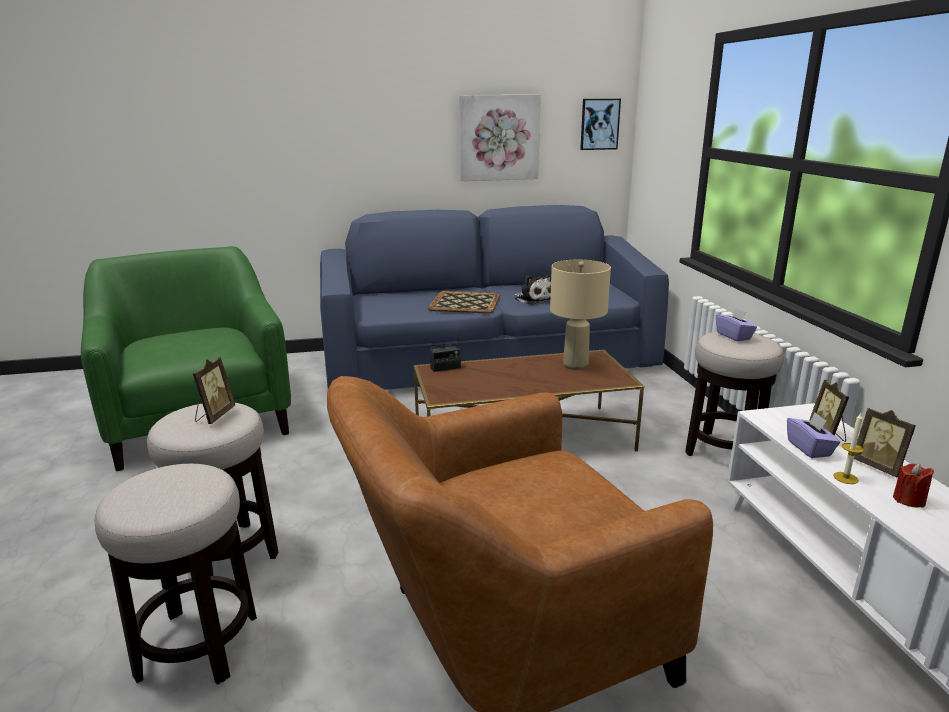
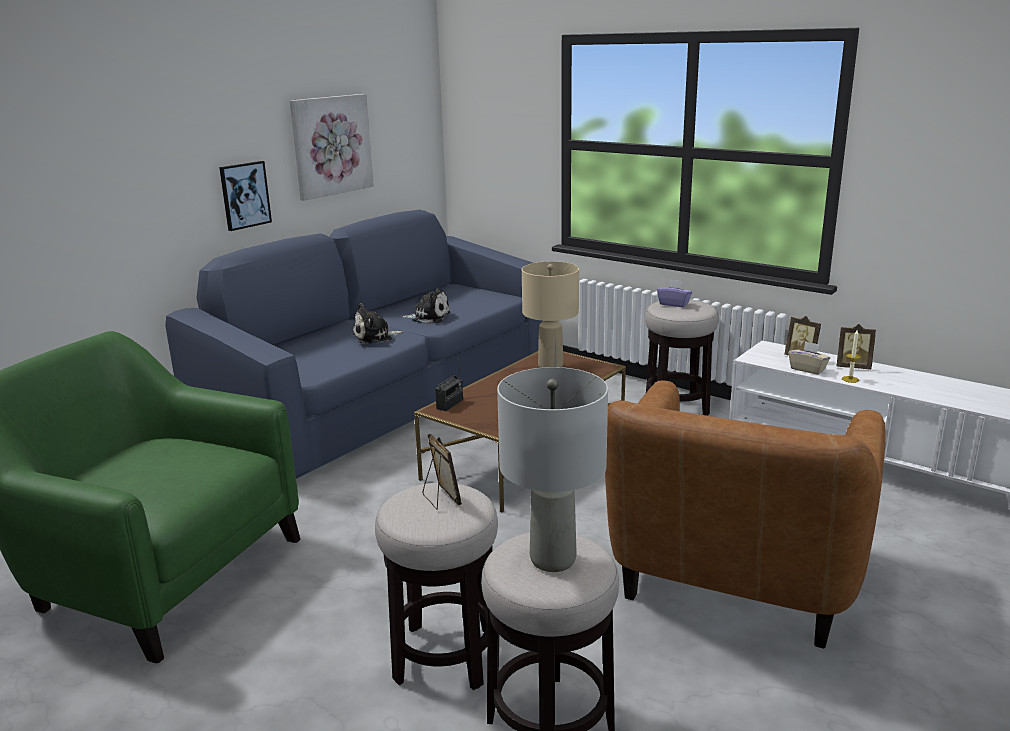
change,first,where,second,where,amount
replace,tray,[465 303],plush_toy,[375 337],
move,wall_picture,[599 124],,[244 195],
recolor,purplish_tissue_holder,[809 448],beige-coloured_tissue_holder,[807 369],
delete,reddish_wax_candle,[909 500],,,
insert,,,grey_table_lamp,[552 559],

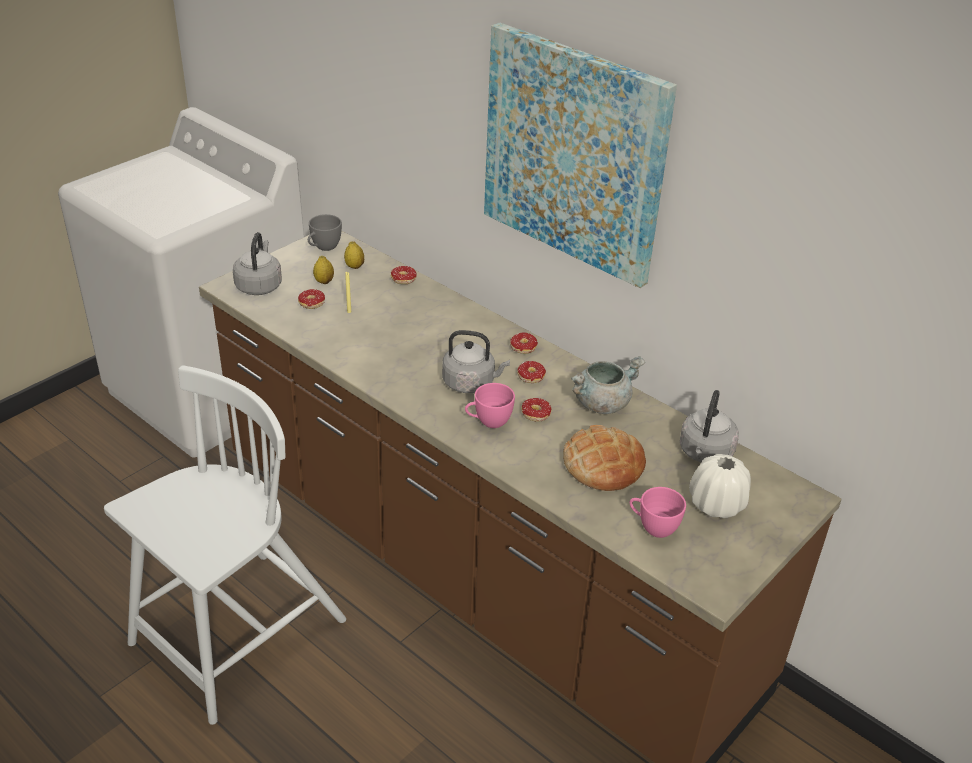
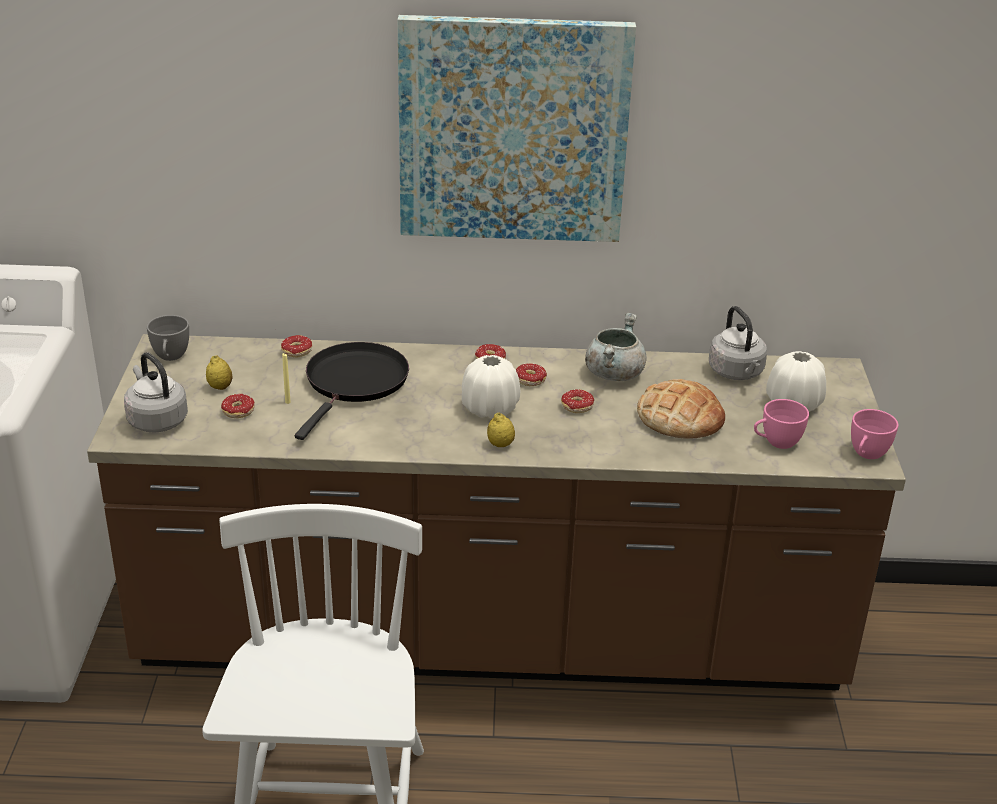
change,first,where,second,where,amount
move,lemon,[354 266],,[500 445],
replace,grey_water_kettle,[471 383],whitish_decorative_vase,[490 408],
move,pink-coloured_drinking_cup,[488 422],,[866 455],
insert,,,blackish_pan,[354 383],

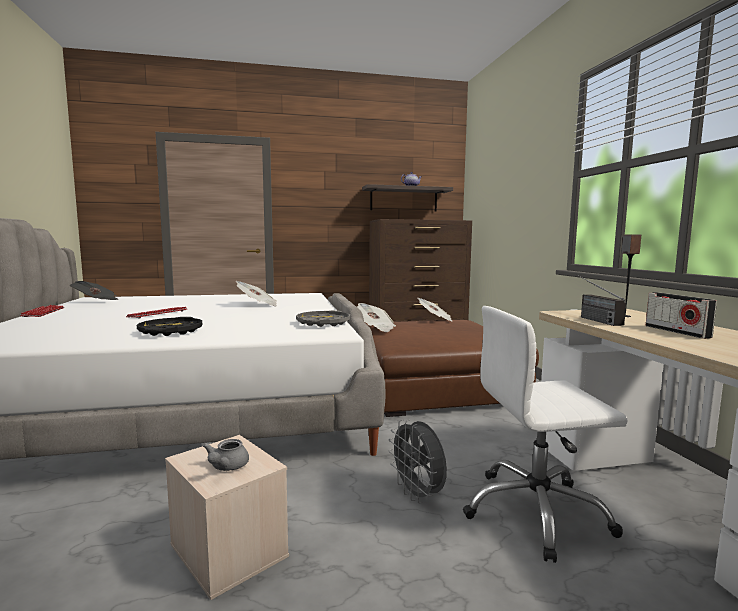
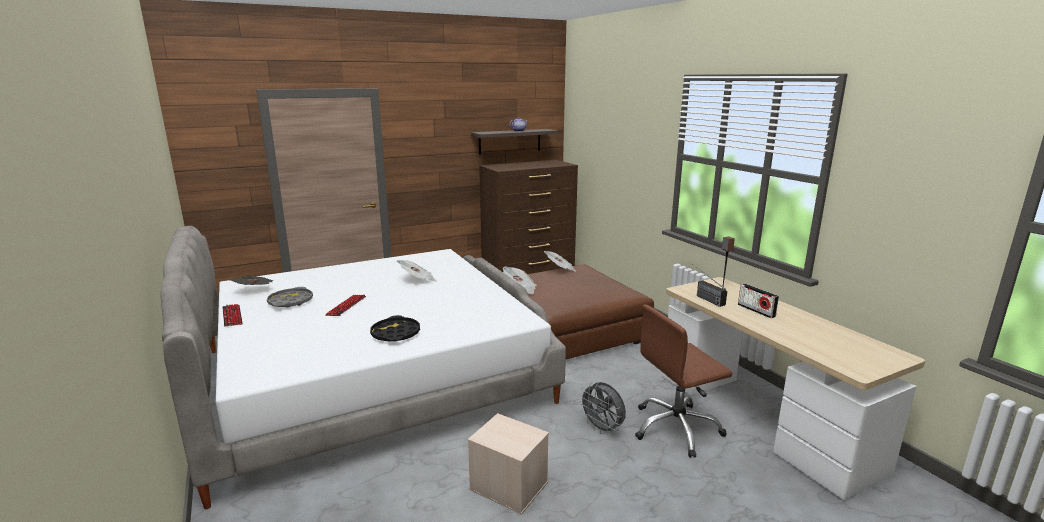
change,first,where,second,where,amount
delete,grey_teapot,[226 467],,,
move,grey_tray,[323 323],,[290 301],
recolor,whitish_office_chair,[536 512],brown-coloured_office_chair,[676 428],

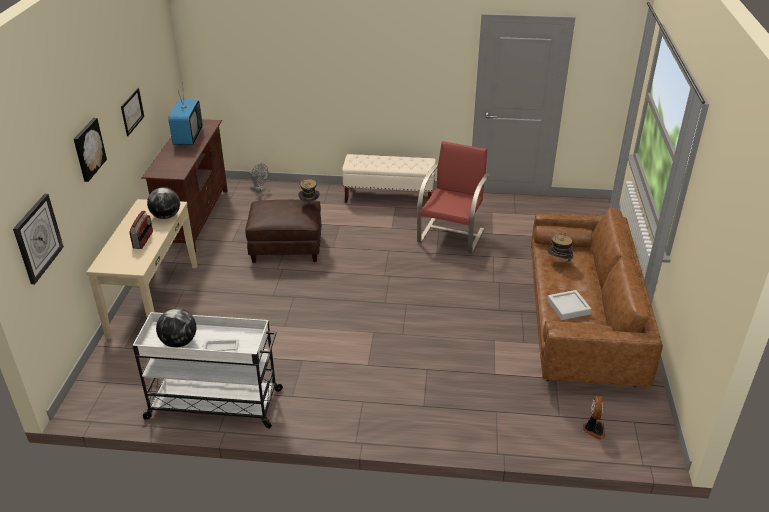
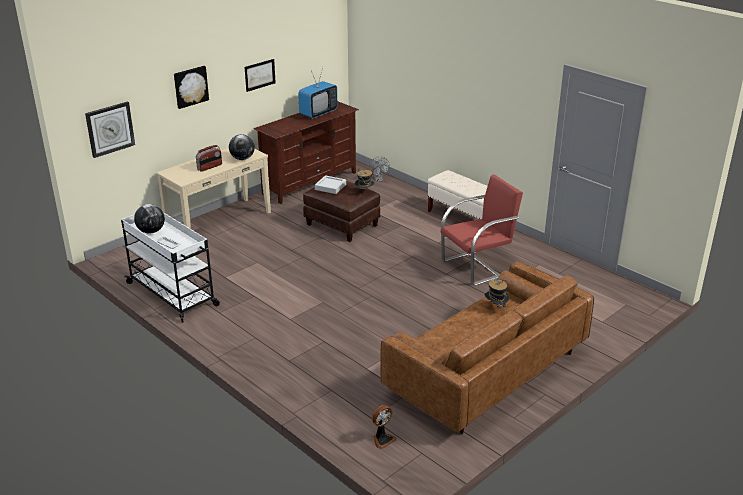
change,first,where,second,where,amount
move,grey_tray,[568 307],,[330 187],

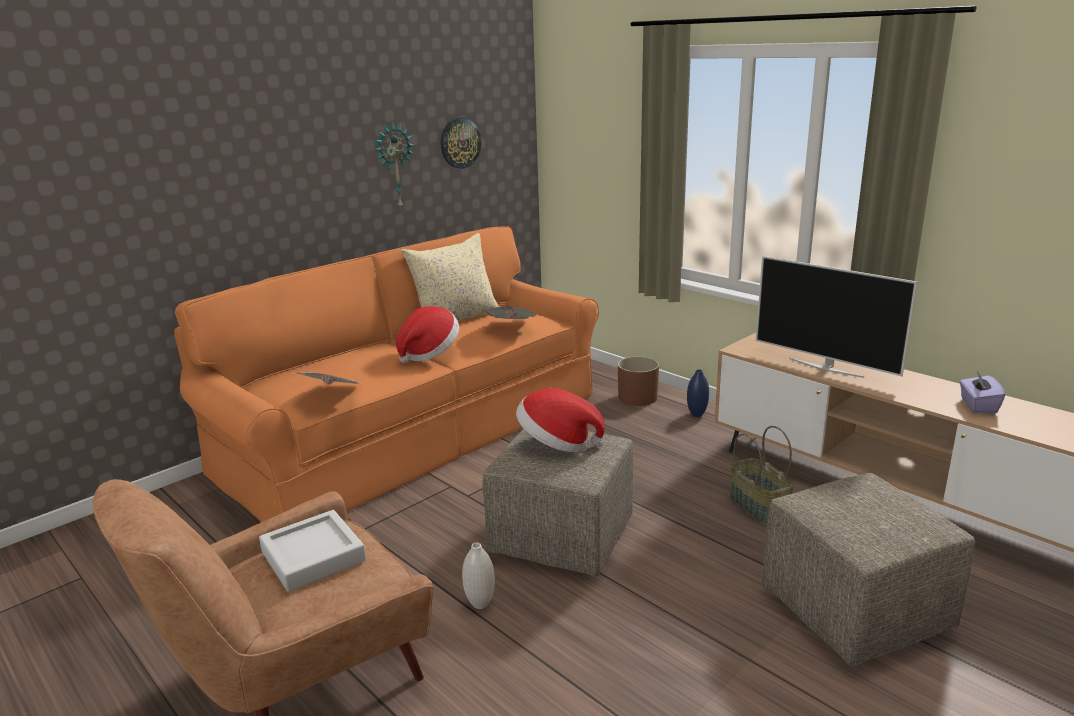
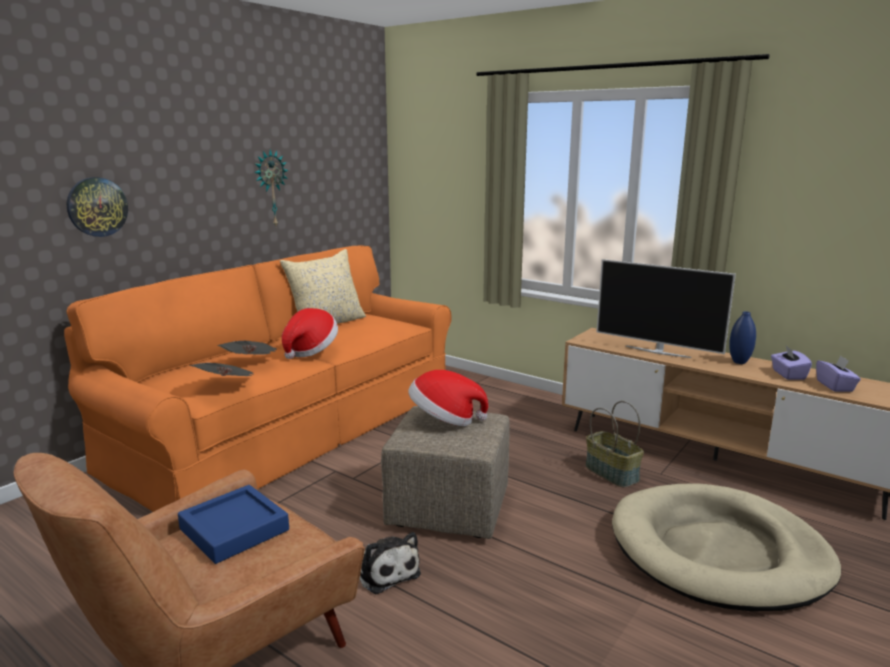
change,first,where,second,where,amount
recolor,grey_tray,[313 556],bluish_tray,[234 529],
move,clock_on_the_wall,[460 143],,[97 207],
replace,whitish_decorative_vase,[480 604],plush_toy,[386 571],
move,printed_paper,[511 327],,[251 363],
delete,brown-coloured_plant_pot,[638 397],,,
move,bluish_decorative_vase,[697 414],,[739 362],
replace,beige-coloured_ottoman,[857 611],beige-coloured_dog_bed,[718 552],
insert,,,purplish_tissue_holder,[835 386],

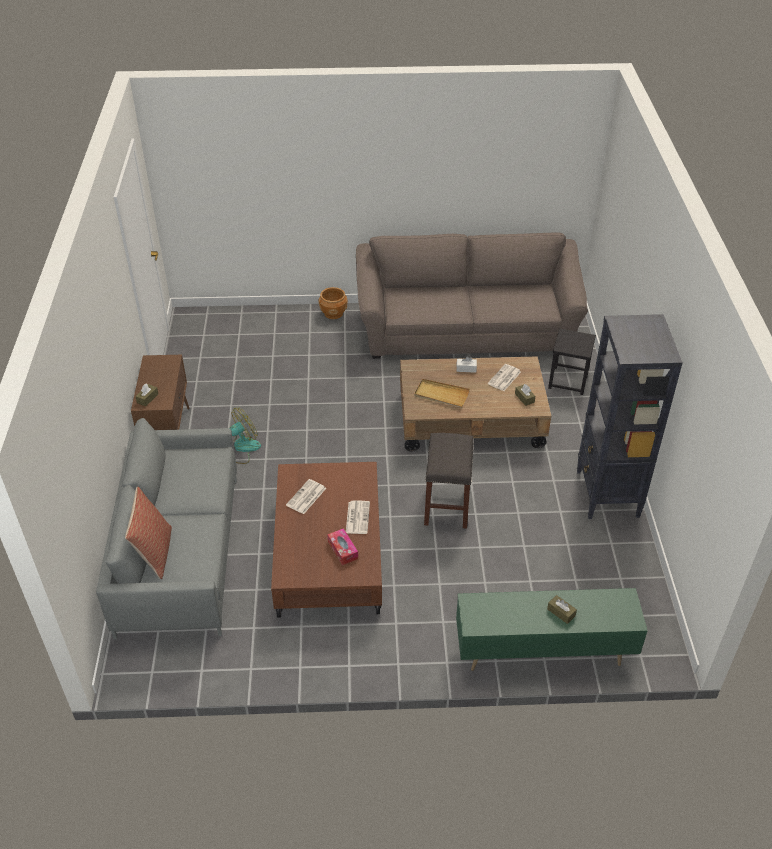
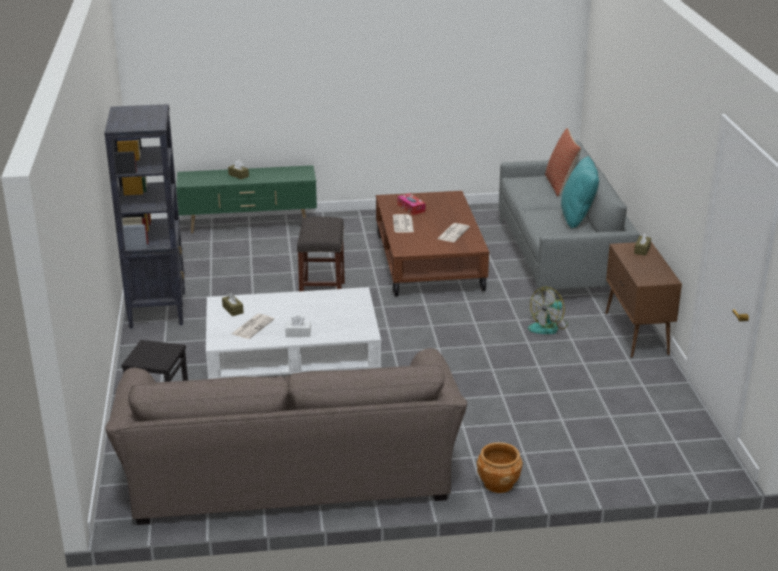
change,first,where,second,where,amount
recolor,brown-coloured_coffee_table,[470 419],whitish_coffee_table,[293 363],
delete,beige-coloured_tray,[441 395],,,
insert,,,turquoise_pillow,[577 217],

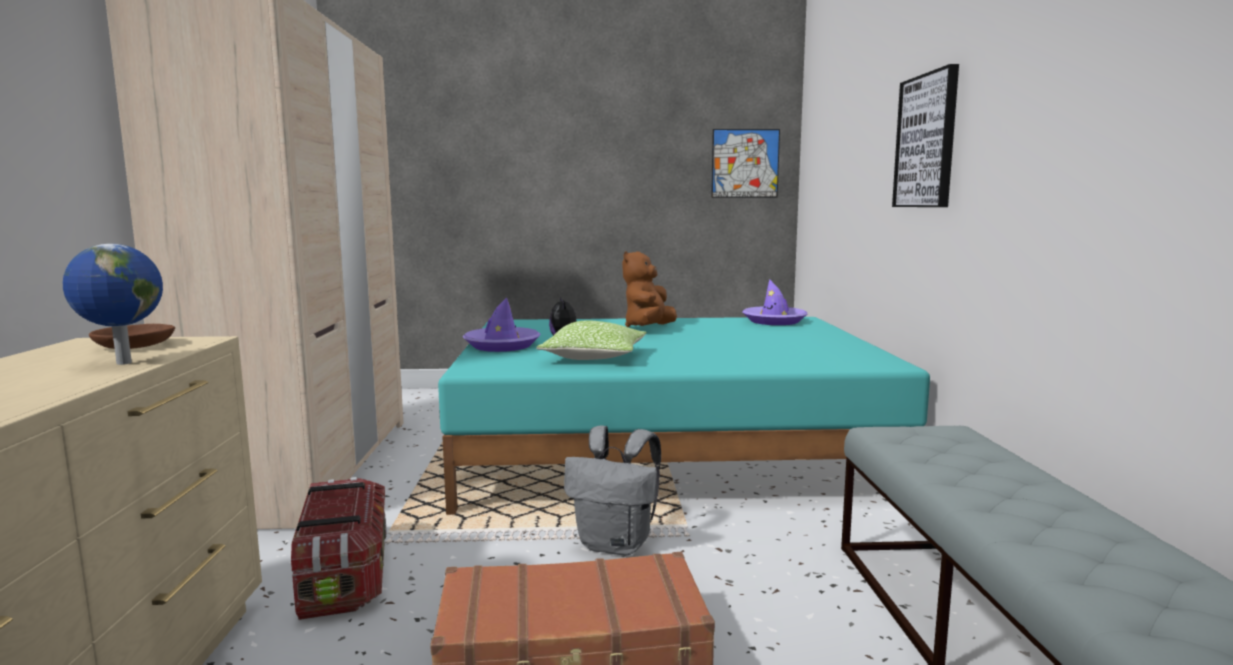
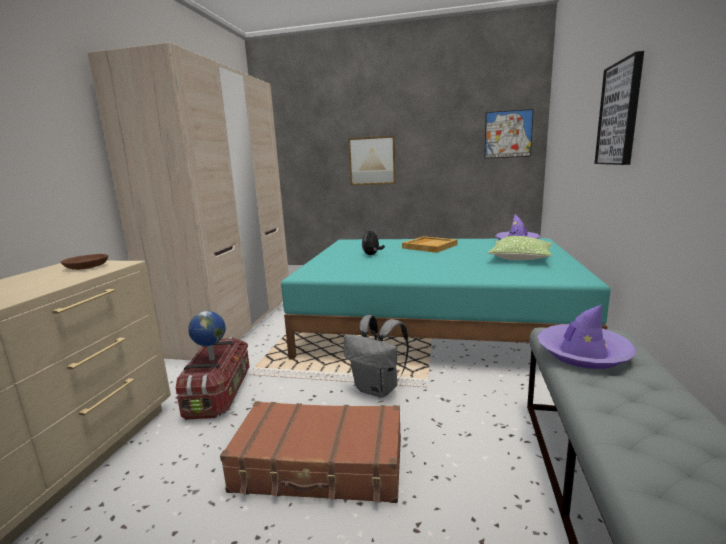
change,first,where,second,where,amount
move,globe,[122 363],,[211 359],
move,purplish_hat,[502 346],,[583 353],
move,pillow,[594 357],,[520 258],
replace,brown-coloured_plush_toy,[648 328],beige-coloured_tray,[429 246],
insert,,,wall_picture,[372 161],

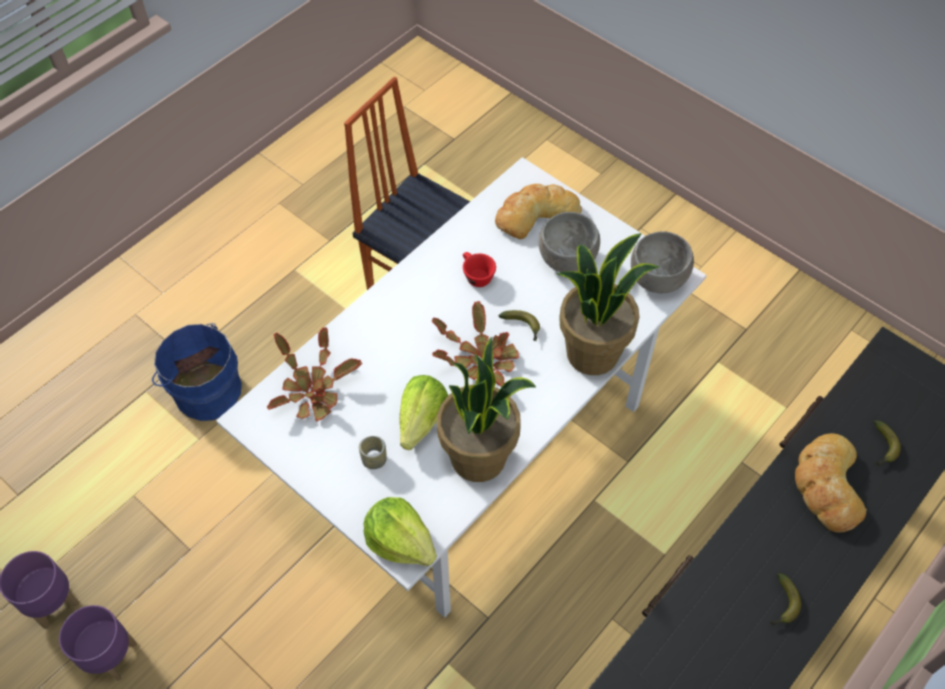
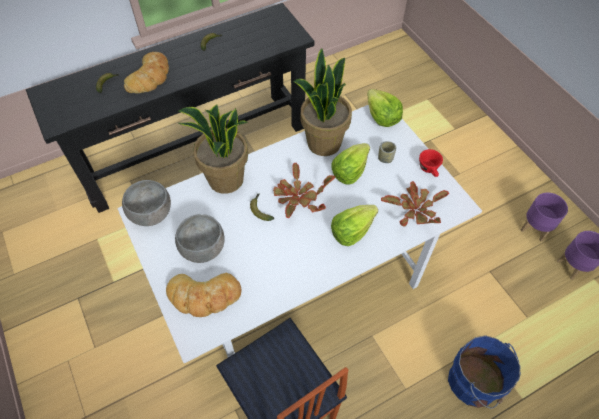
change,first,where,second,where,amount
move,reddish_drinking_cup,[476 276],,[429 170],
insert,,,lettuce,[352 231],

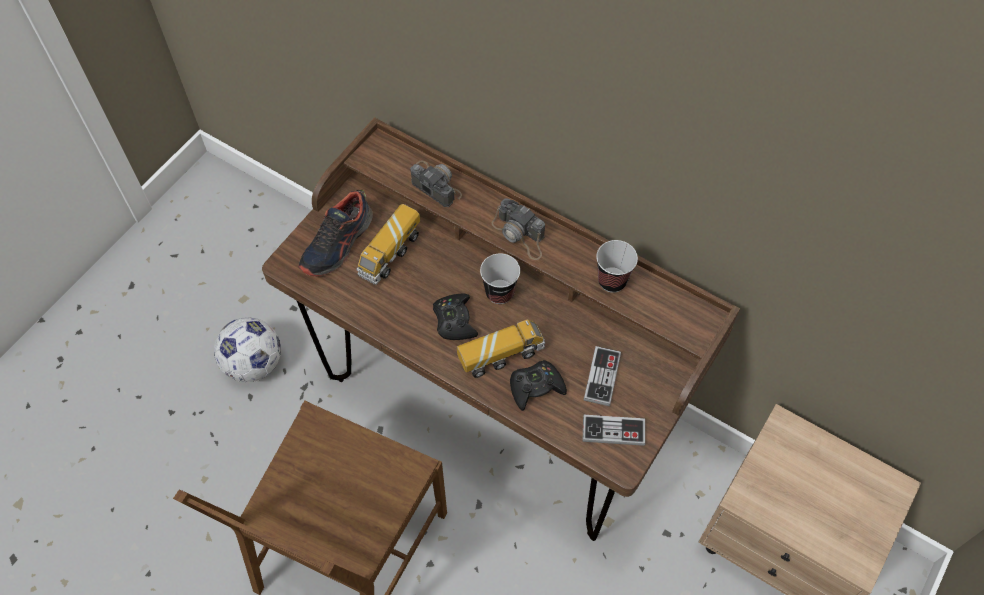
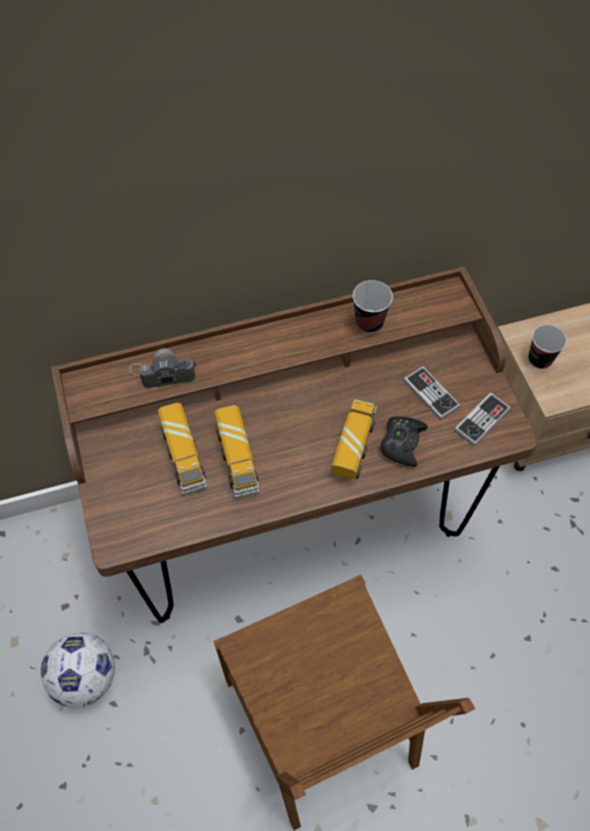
change,first,where,second,where,amount
delete,shoe,[338 244],,,
delete,blackish_joypad,[454 321],,,
move,drinking_cup,[499 292],,[539 359],
delete,photo_camera,[520 235],,,
insert,,,model_truck,[238 460],

